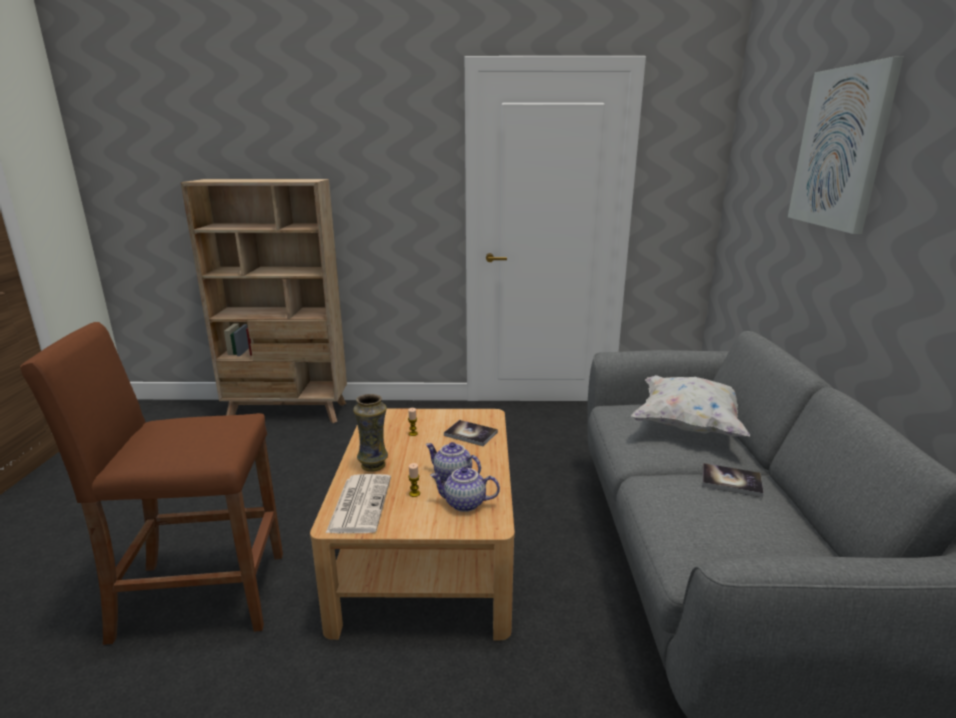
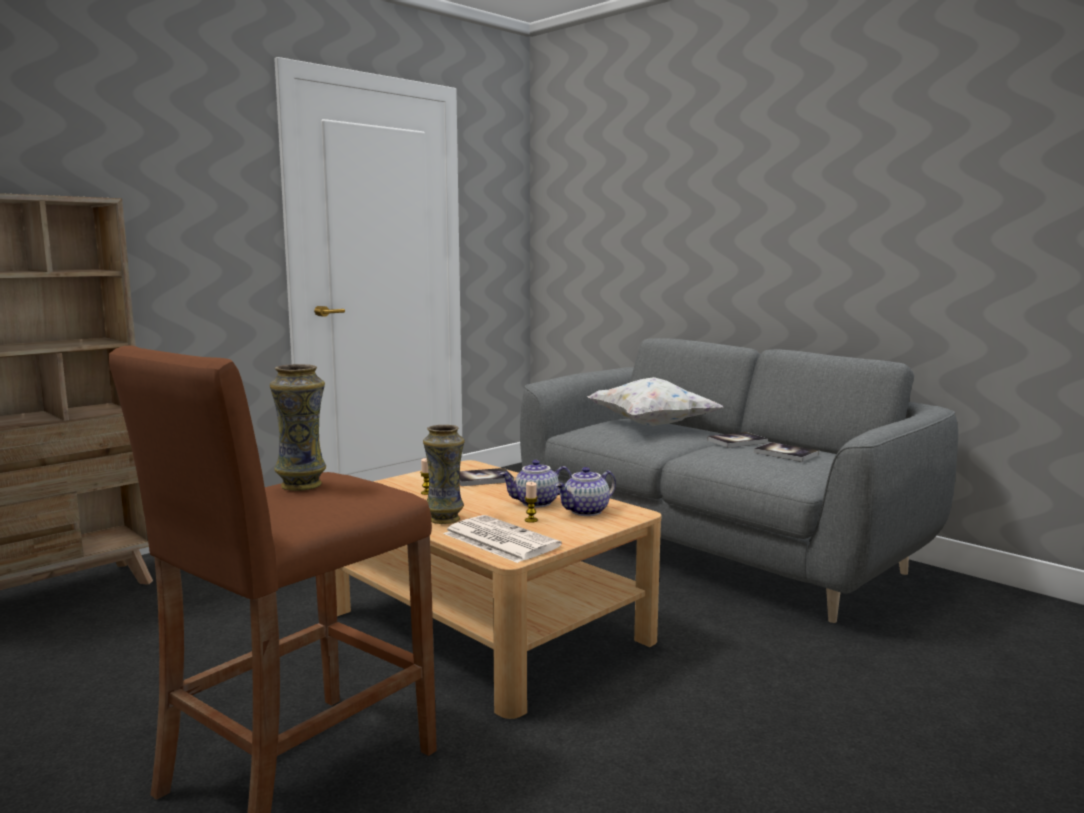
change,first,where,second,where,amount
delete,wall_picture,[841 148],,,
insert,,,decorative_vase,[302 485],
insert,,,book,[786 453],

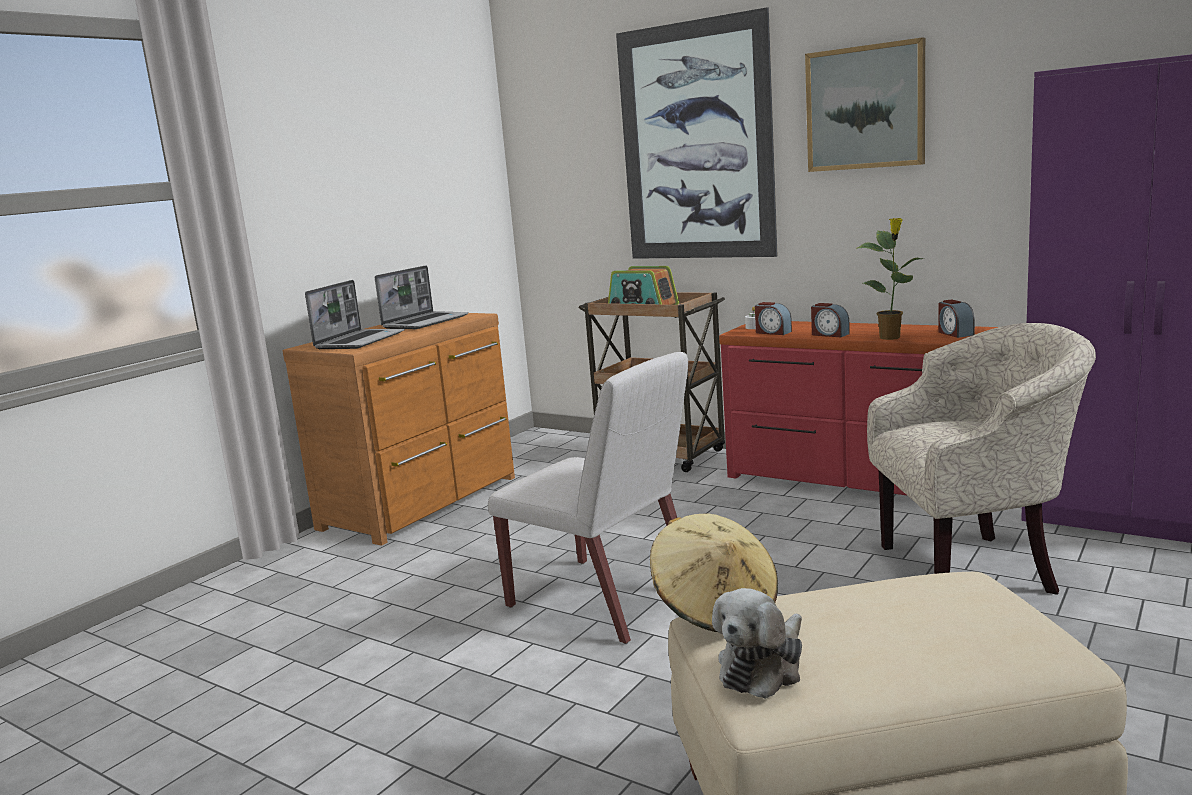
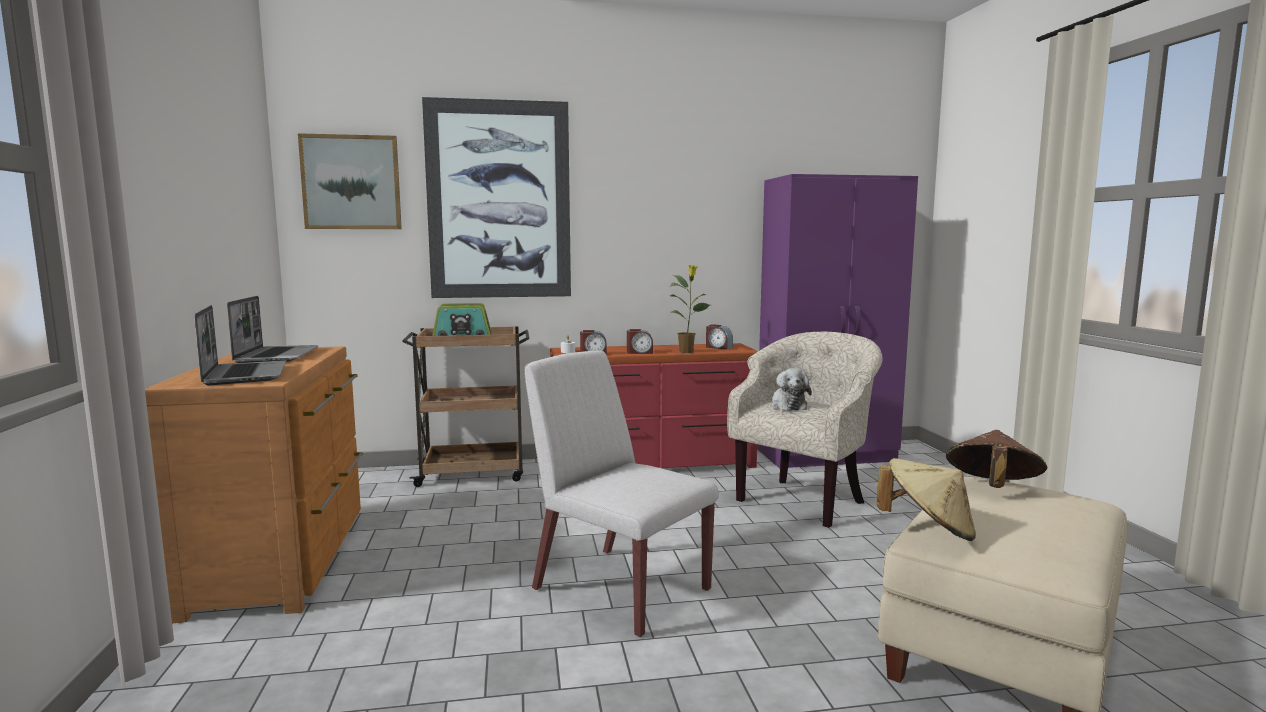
change,first,where,second,where,amount
rotate,whitish_upright_chair,[604 600],,[619 588],135 degrees counterclockwise
move,plush_toy,[763 667],,[788 405],
move,wall_picture,[865 108],,[351 182],
insert,,,brown-coloured_hat,[991 488],

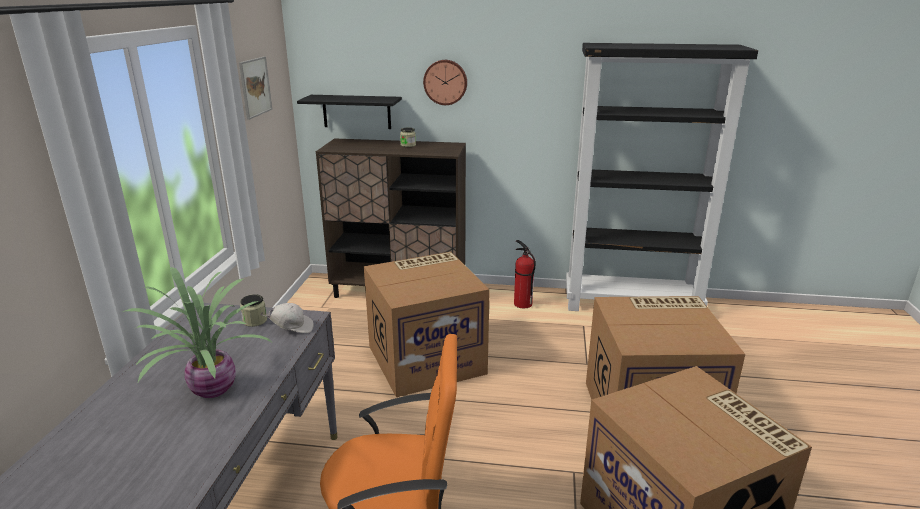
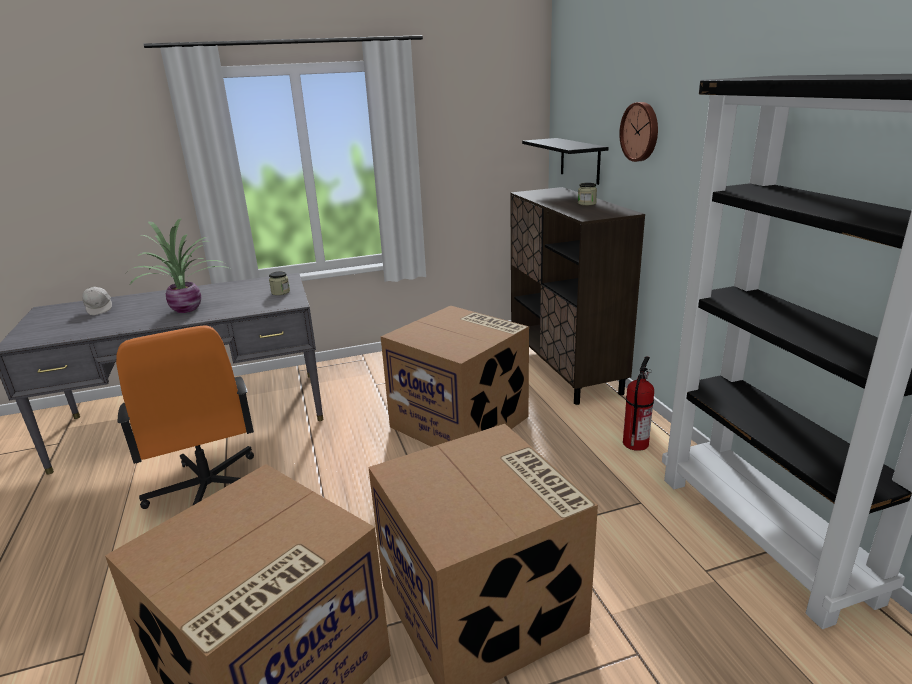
change,first,where,second,where,amount
delete,wall_picture,[255 87],,,
move,whitish_baseball_cap,[292 328],,[99 309],

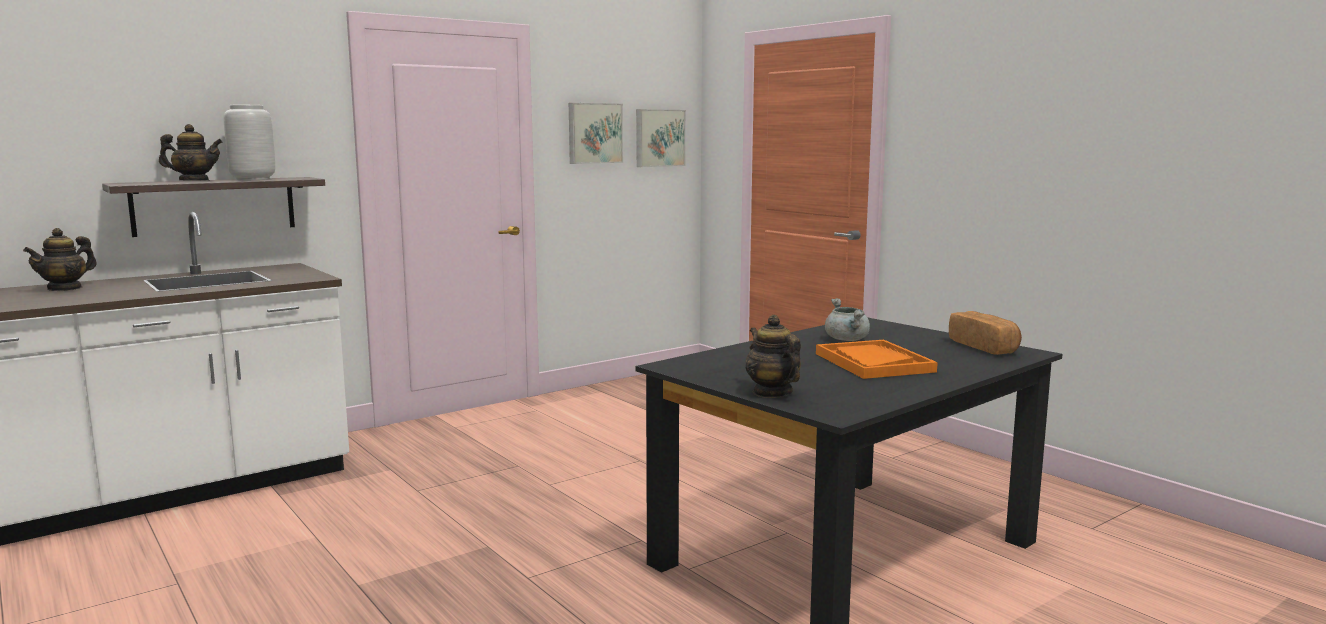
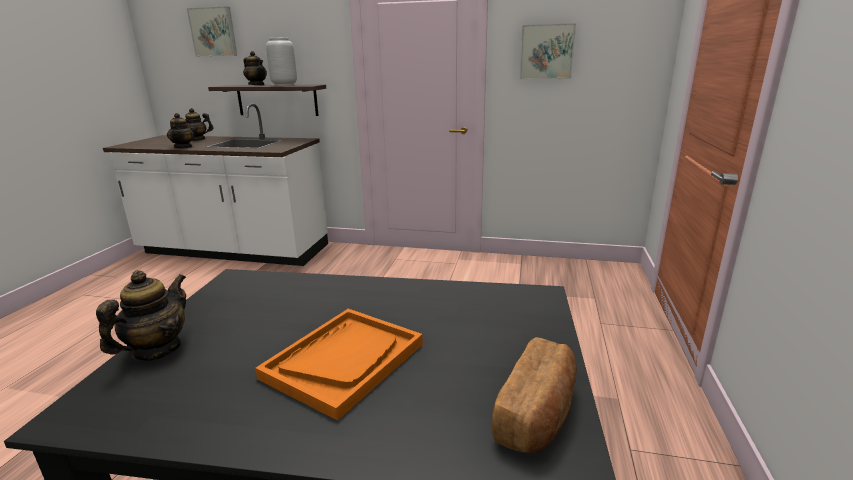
change,first,where,second,where,amount
move,wall_picture,[659 138],,[214 32],
delete,grey_stockpot,[847 340],,,
insert,,,teapot,[183 147],

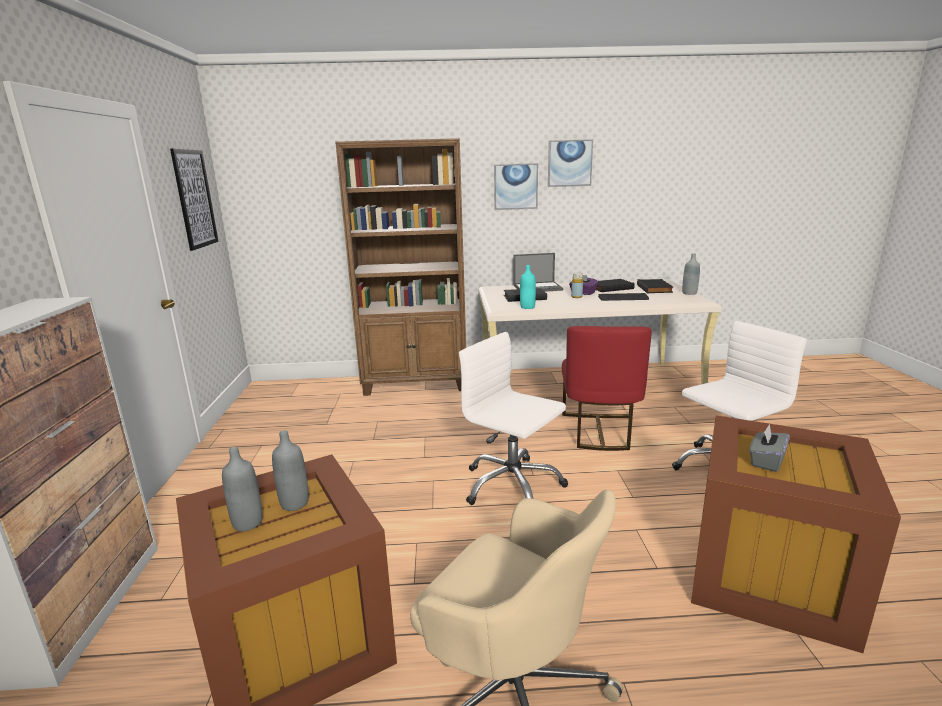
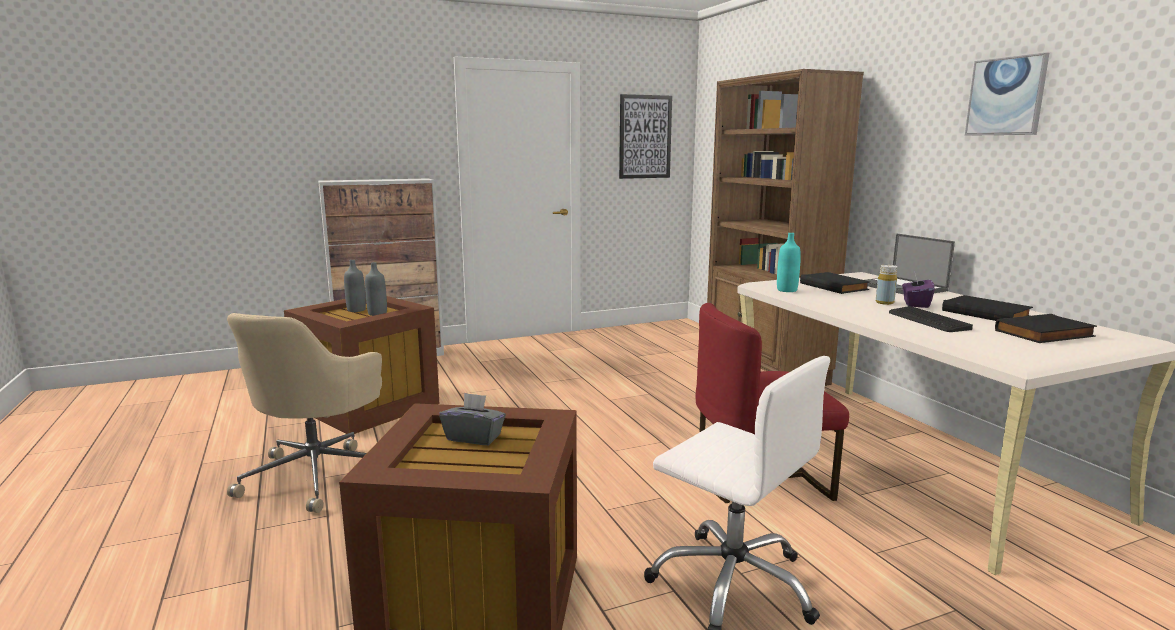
change,first,where,second,where,amount
delete,whitish_office_chair,[512 486],,,
delete,wall_picture,[515 186],,,
delete,grey_beverage_bottle,[689 293],,,

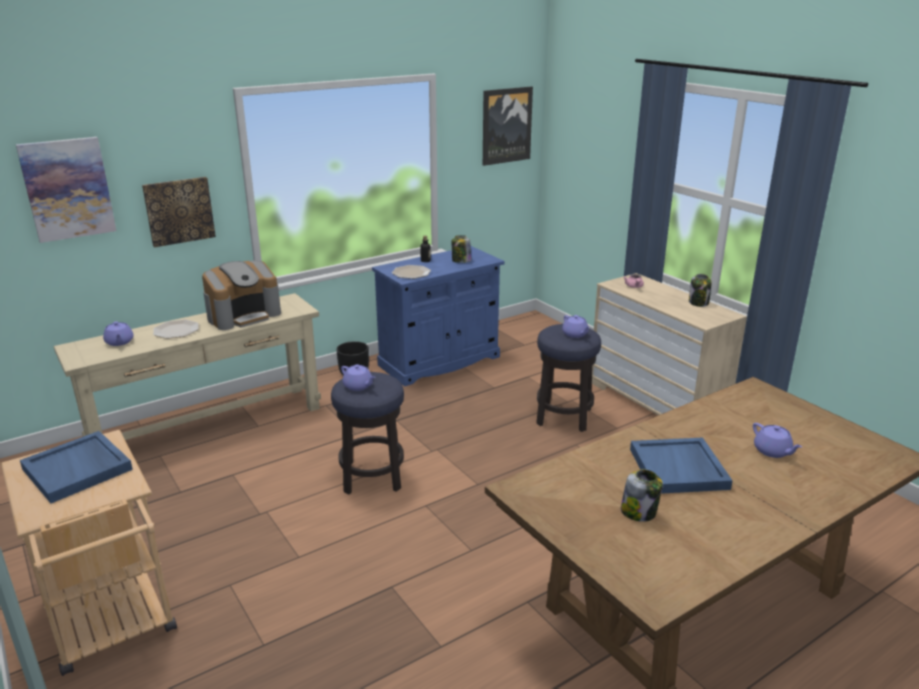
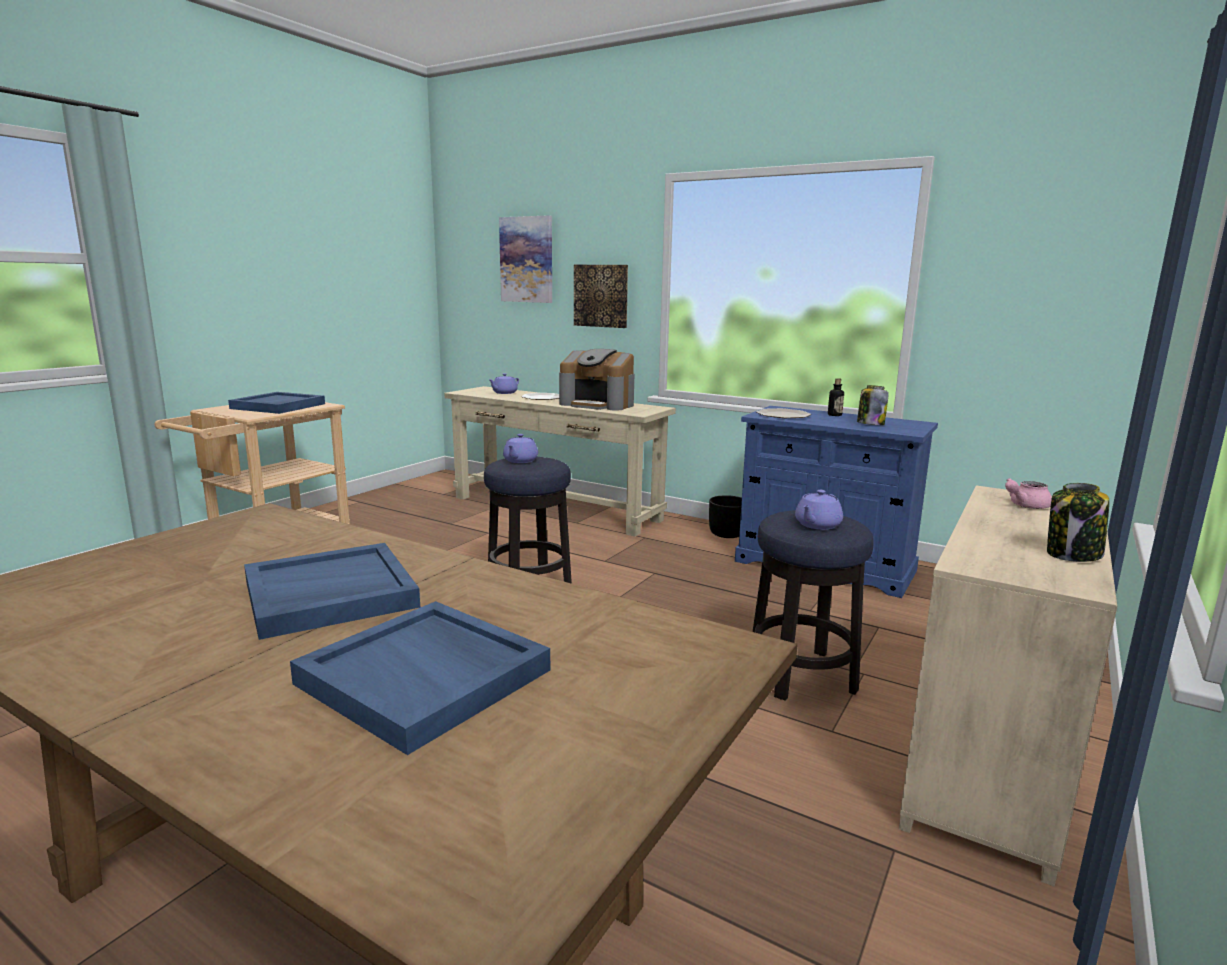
change,first,where,second,where,amount
delete,wall_picture,[506 125],,,
delete,jar,[639 512],,,
replace,purplish_teapot,[773 451],bluish_tray,[427 677],

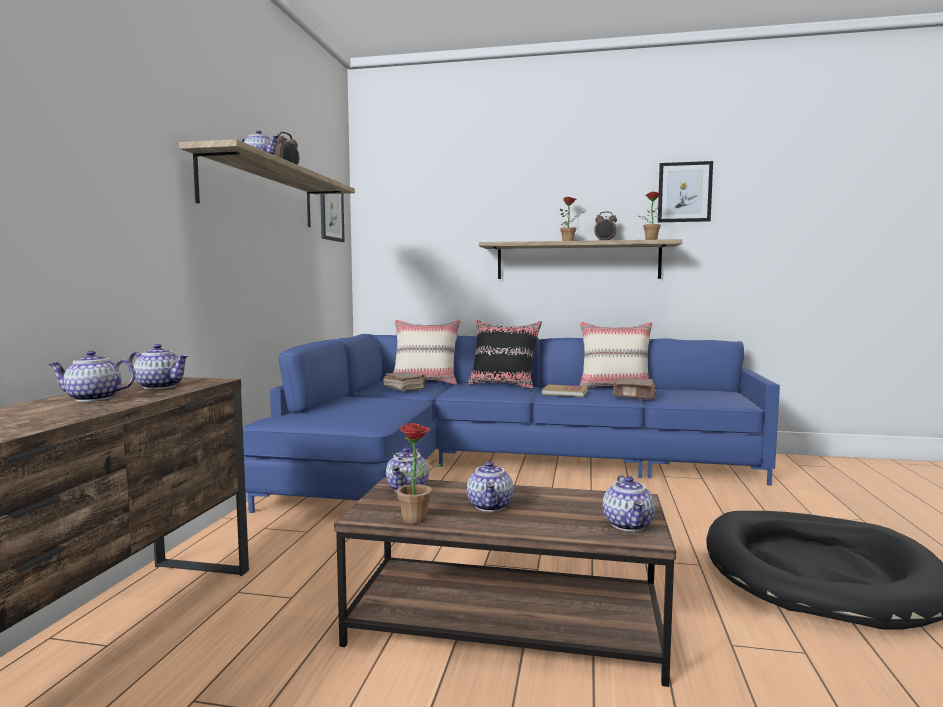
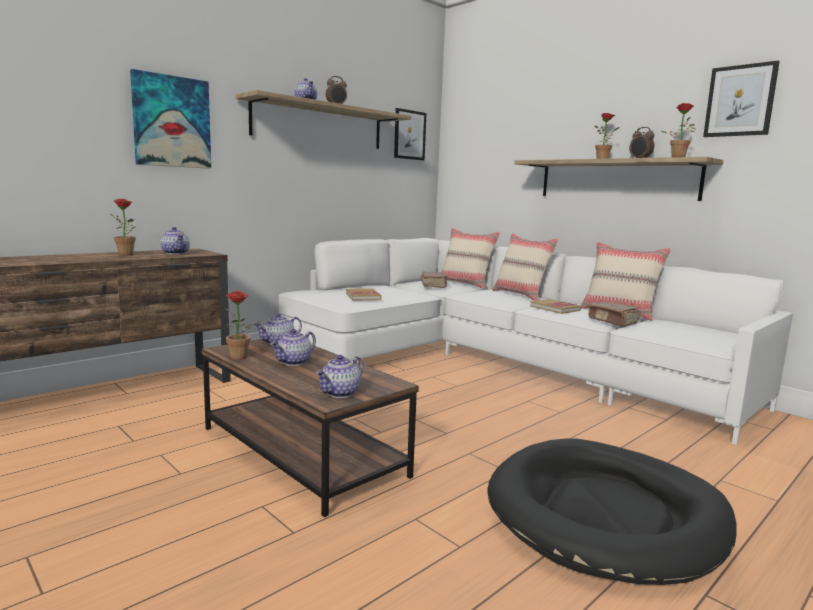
change,first,where,second,where,amount
replace,teapot,[93 399],potted_plant,[128 254],
recolor,bluish_couch,[496 464],whitish_couch,[492 363],
recolor,blackish_pillow,[503 385],beige-coloured_pillow,[521 295],
insert,,,wall_picture,[171 122],
insert,,,book,[363 296],

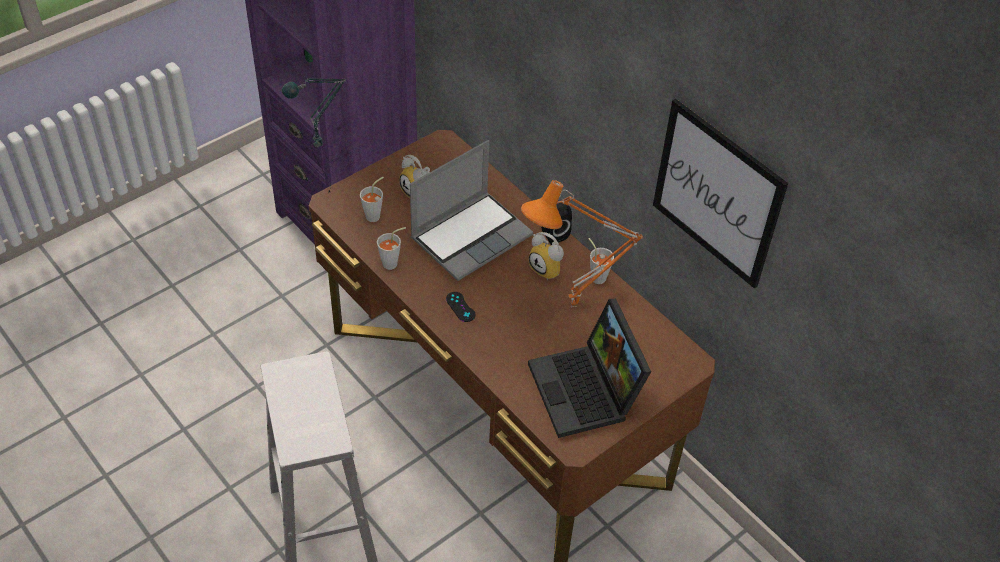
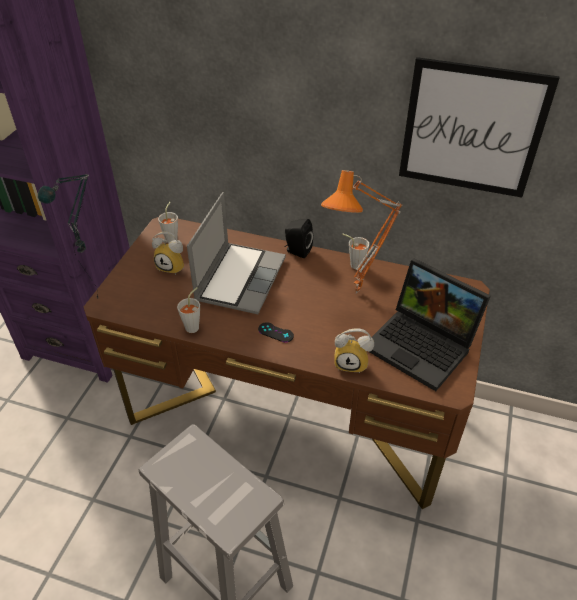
change,first,where,second,where,amount
move,grey_drinking_cup,[375 215],,[172 237],
move,table_clock,[548 269],,[352 362],

